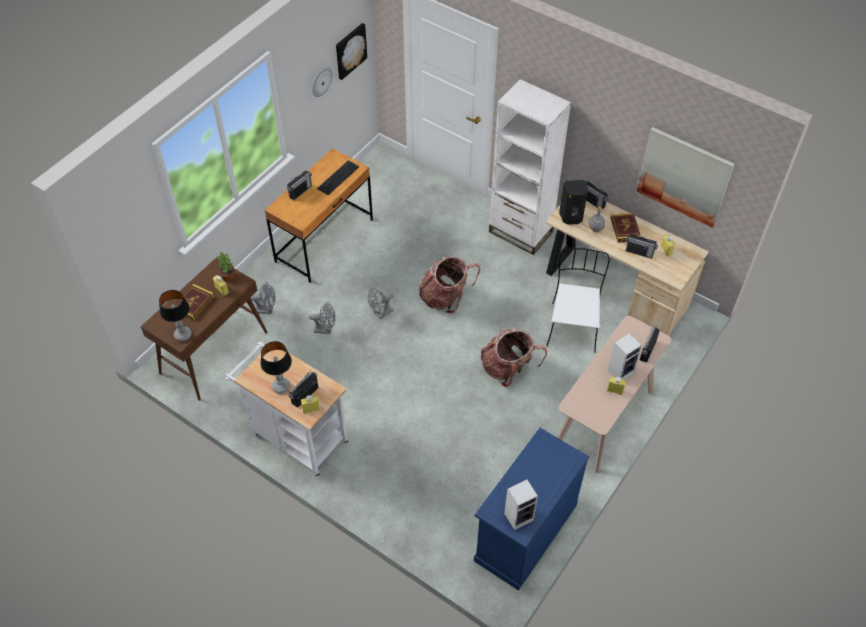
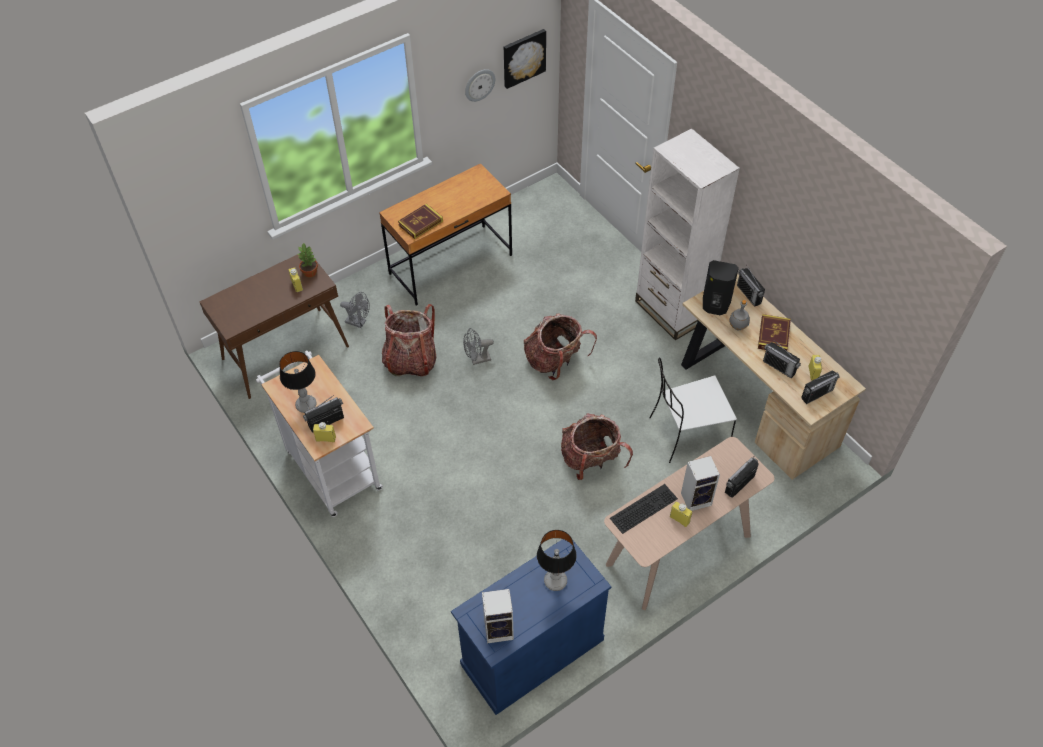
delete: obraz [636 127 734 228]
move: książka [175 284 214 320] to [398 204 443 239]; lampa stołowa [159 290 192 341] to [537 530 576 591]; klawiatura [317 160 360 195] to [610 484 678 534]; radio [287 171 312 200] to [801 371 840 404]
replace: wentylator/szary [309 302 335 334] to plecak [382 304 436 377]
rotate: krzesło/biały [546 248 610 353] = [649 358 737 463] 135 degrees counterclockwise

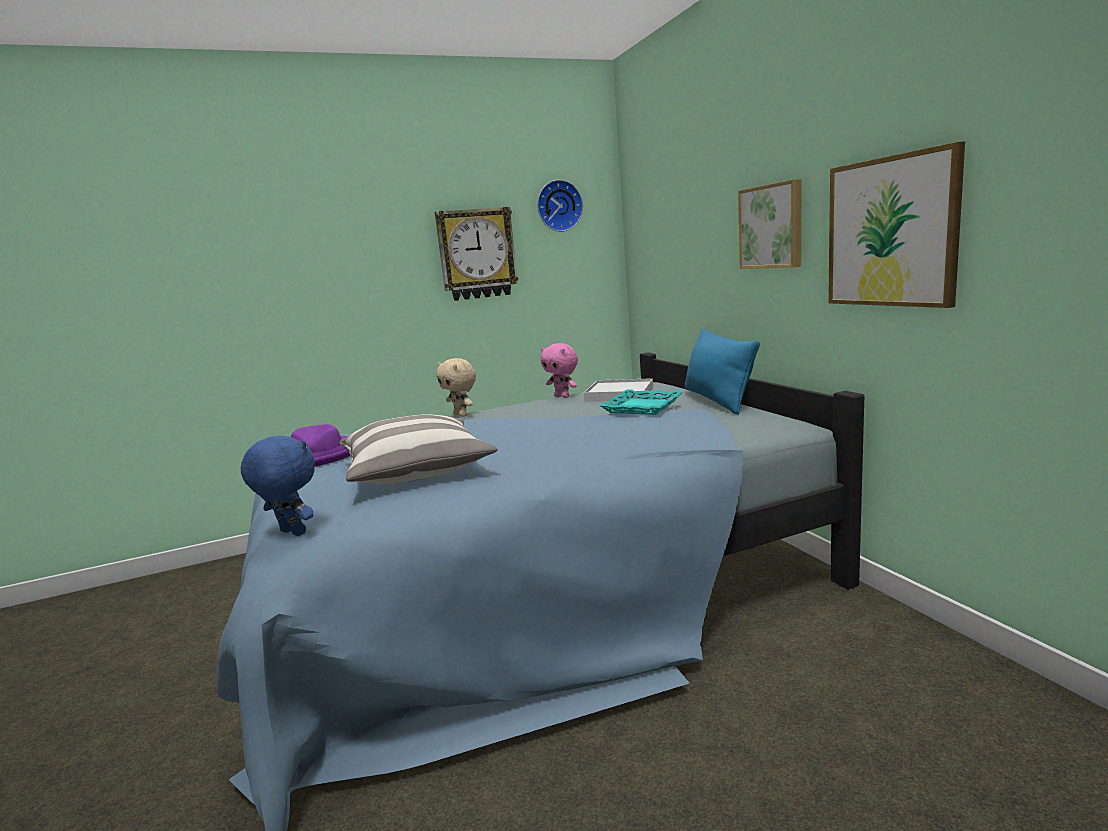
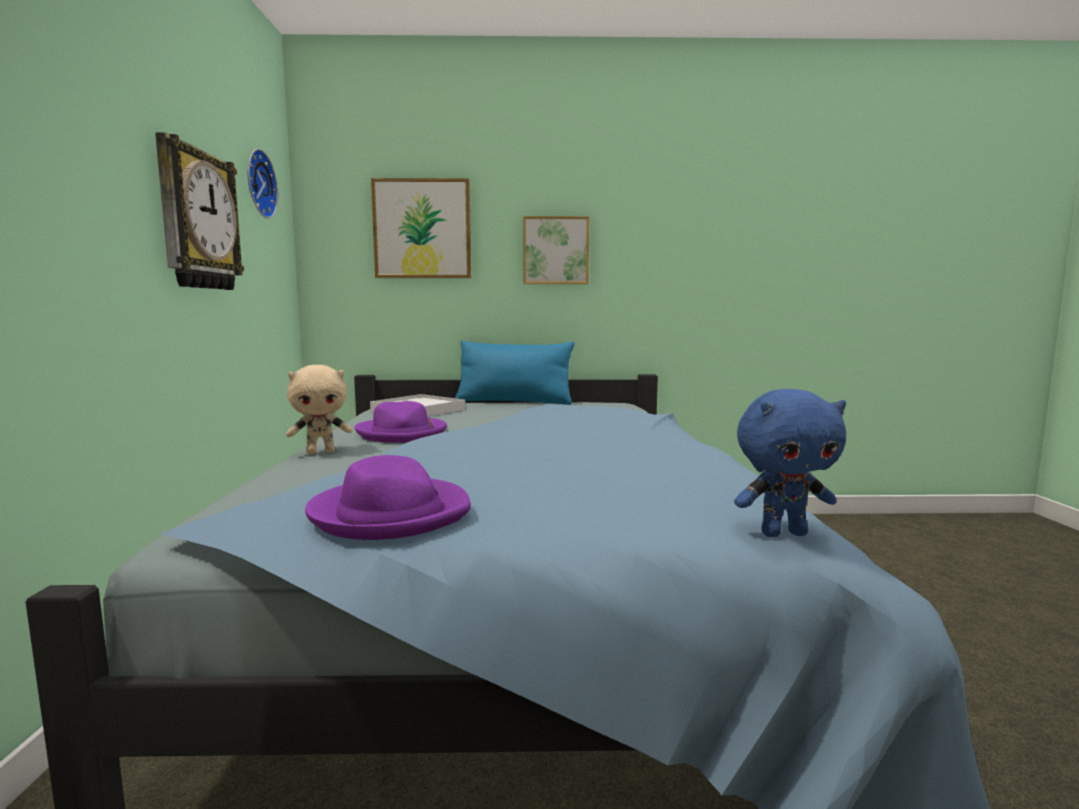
delete: poduszka [339 414 498 484]; pluszak/różowy [541 343 578 398]; taca/turkusowy [600 390 682 415]
insert: kapelusz/fioletowy [354 401 447 443]
move: obraz [828 142 965 308] to [371 178 471 278]
rotate: pluszak/niebieski [241 436 315 536] = [734 389 846 537] 150 degrees counterclockwise

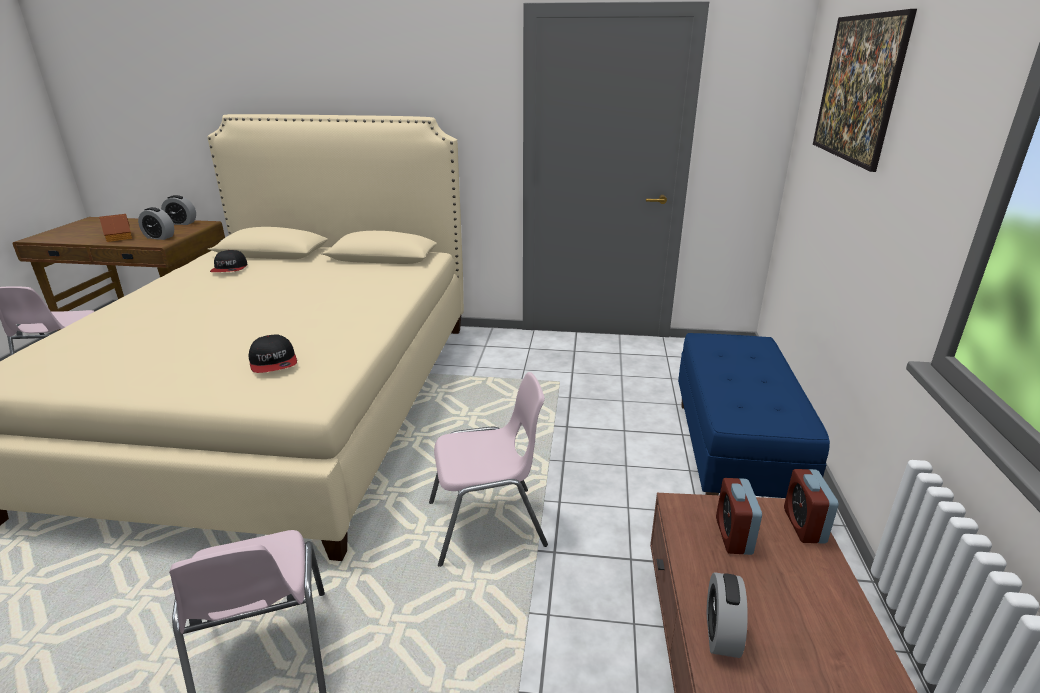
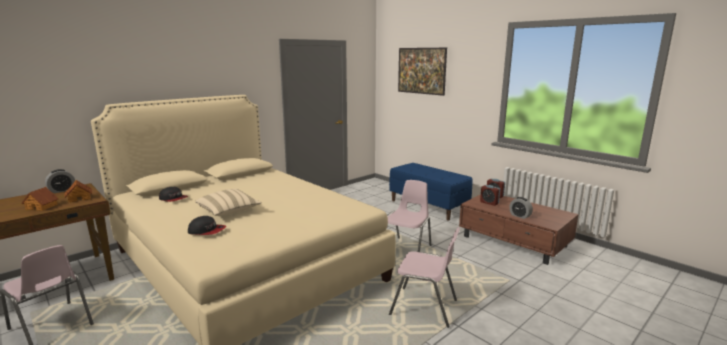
insert: poduszka/beżowy [195 189 262 216]
move: czapka z daszkiem [248 334 297 373] to [188 216 226 235]
replace: budzik [138 207 174 240] to domek [64 180 92 203]

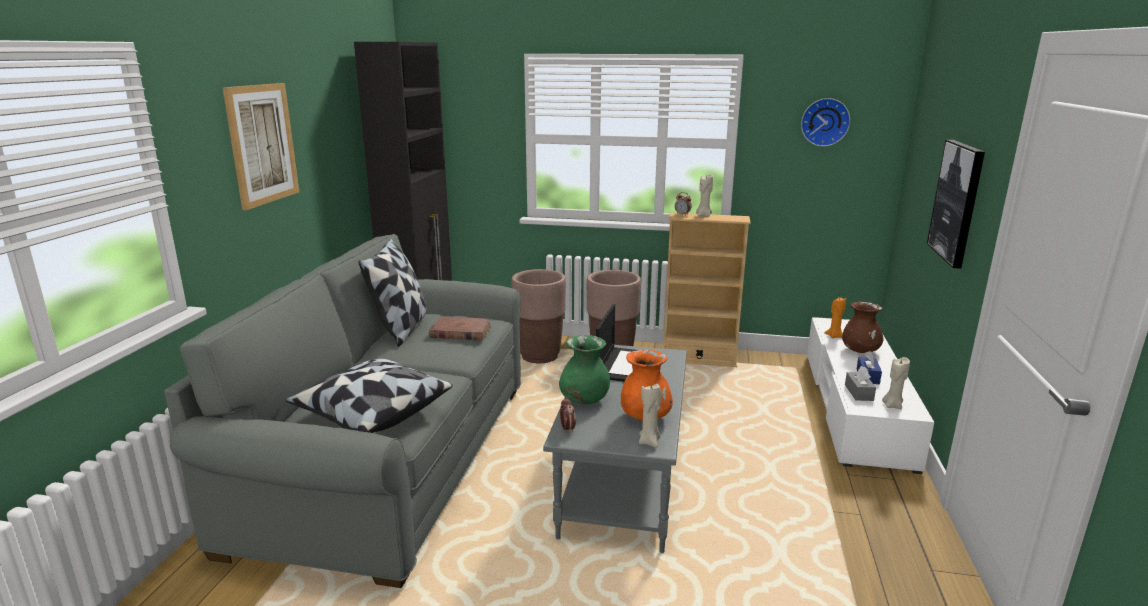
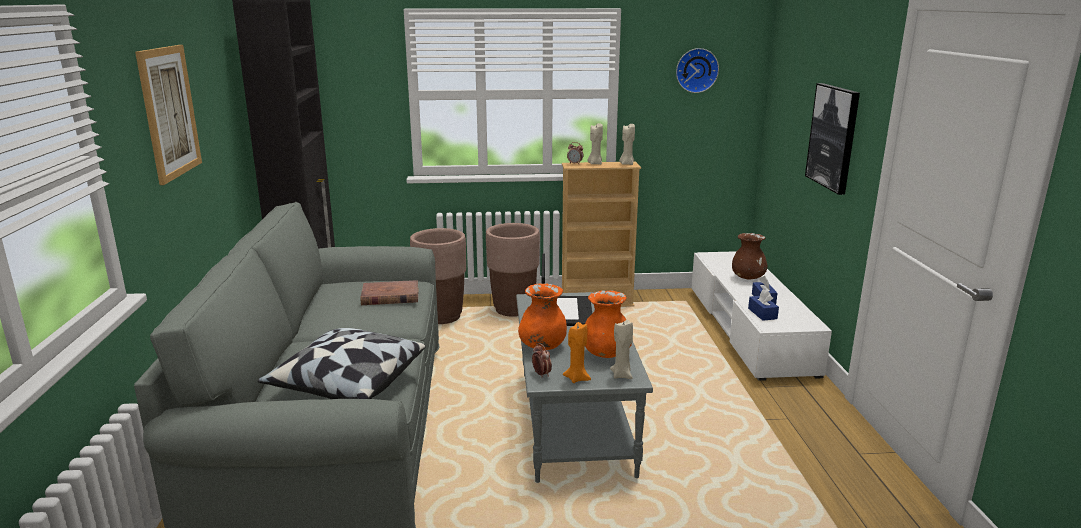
delete: poduszka [358 238 427 347]
move: świeca/pomarańczowy [824 297 846 338] to [563 322 591 383]; świeca/beżowy [882 357 910 409] to [619 124 635 165]
recolor: wazon/zielony [559 335 610 404] to wazon/pomarańczowy [518 283 567 350]; pudełko chusteczek/szary [845 366 876 401] to pudełko chusteczek/niebieski [748 290 779 321]

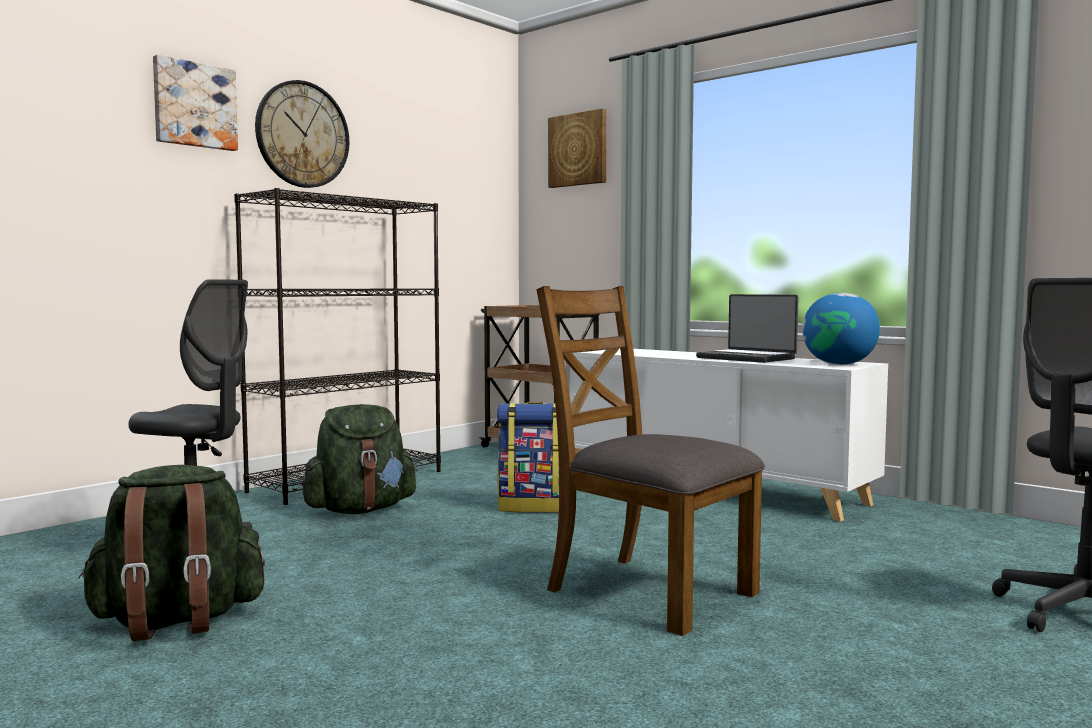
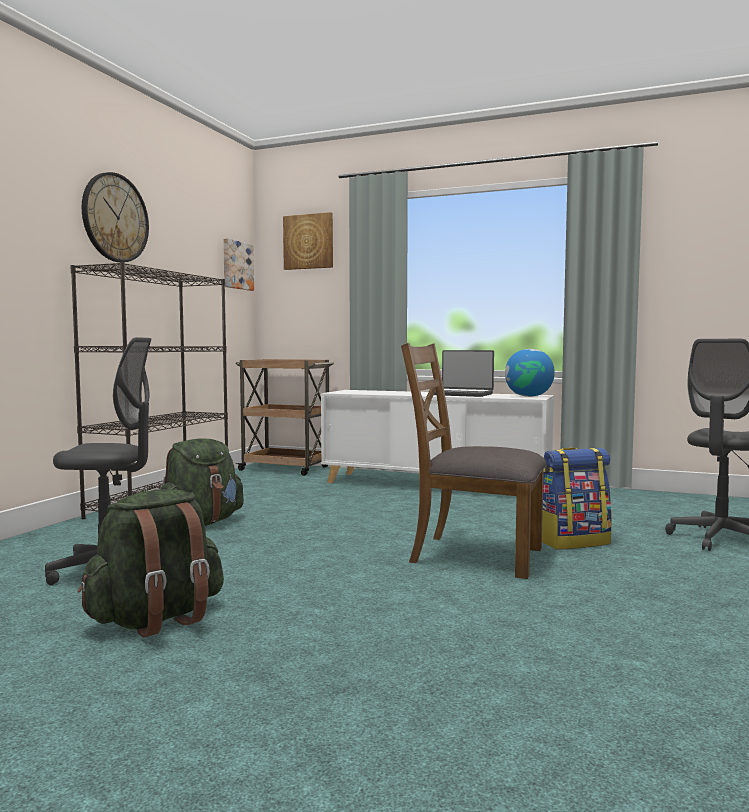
move: obraz [153 55 238 151] to [223 238 254 291]; plecak [497 402 559 513] to [542 447 612 550]

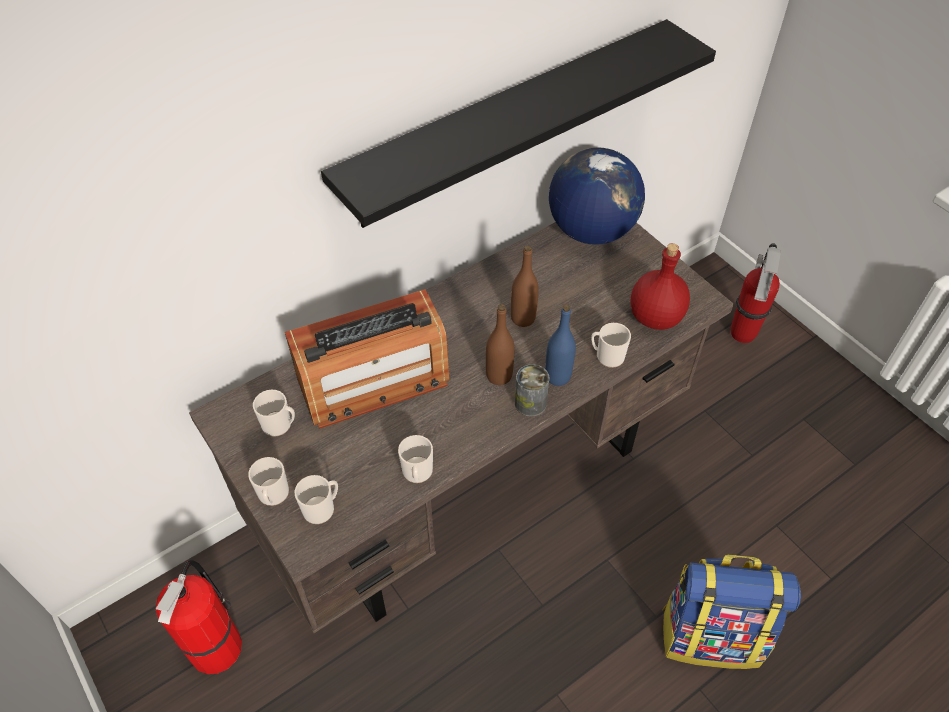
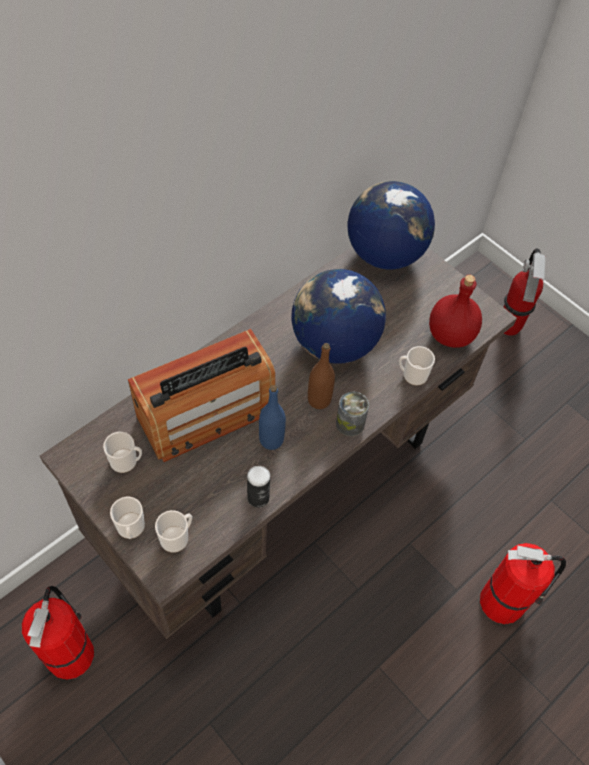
delete: półka/czarny [321 19 716 228]
move: butelka/niebieski [545 305 576 386] to [259 385 286 450]
replace: kubek [398 435 433 483] to puszka [247 466 270 508]; butelka/brązowy [511 245 539 327] to globus [291 269 386 364]; plecak [662 555 801 669] to gaśnica [480 543 566 624]

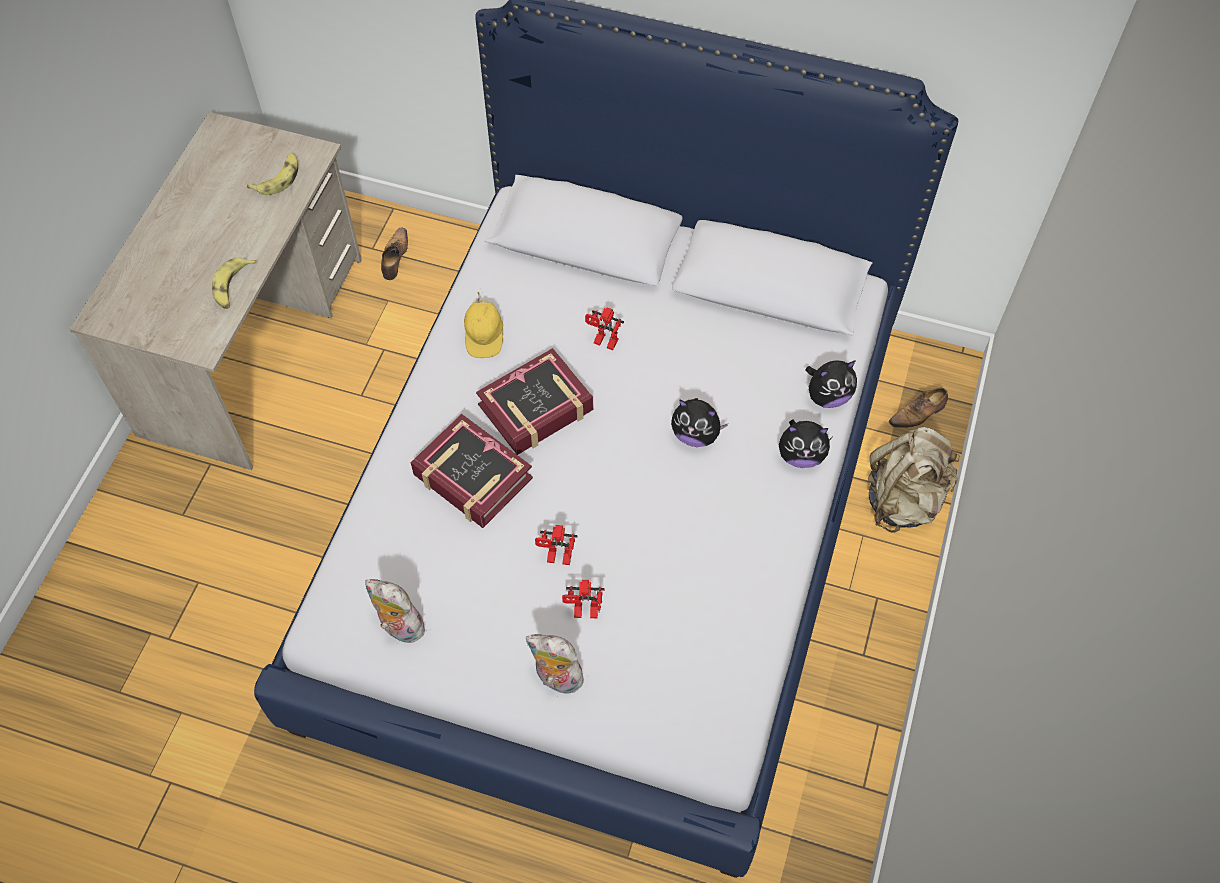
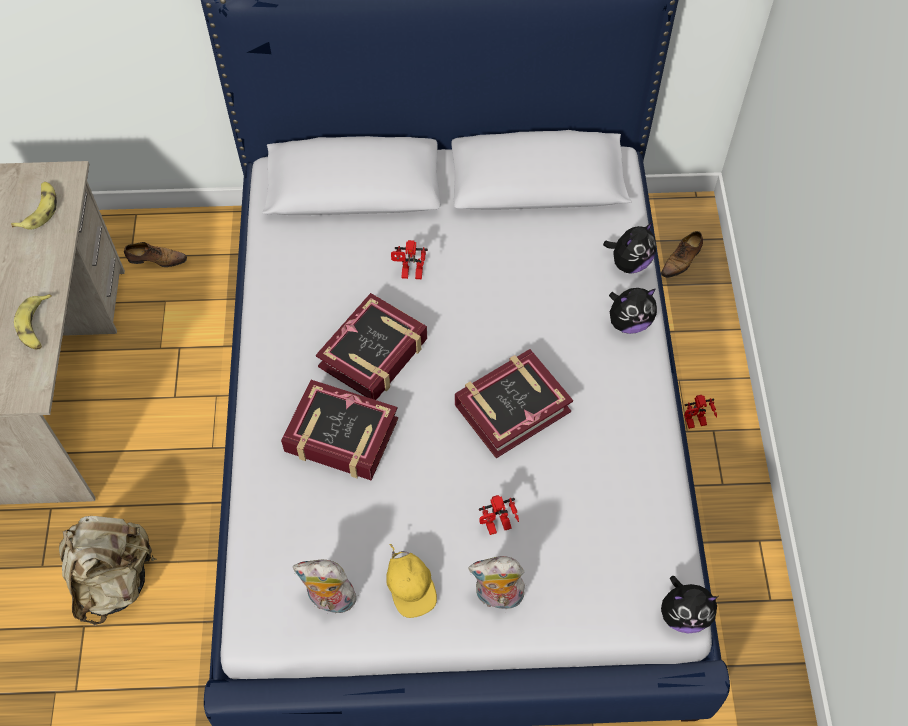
insert: książka [455 349 573 458]
move: plecak/beżowy [868 427 960 533] to [59 516 156 625]; czapka z daszkiem/żółty [464 292 503 358] to [386 544 437 618]; pluszak [671 398 728 447] to [661 576 718 634]; robot zabawkowy [535 525 578 565] to [684 395 717 429]
rotate: but [381 228 408 280] = [124 242 187 267] 105 degrees clockwise

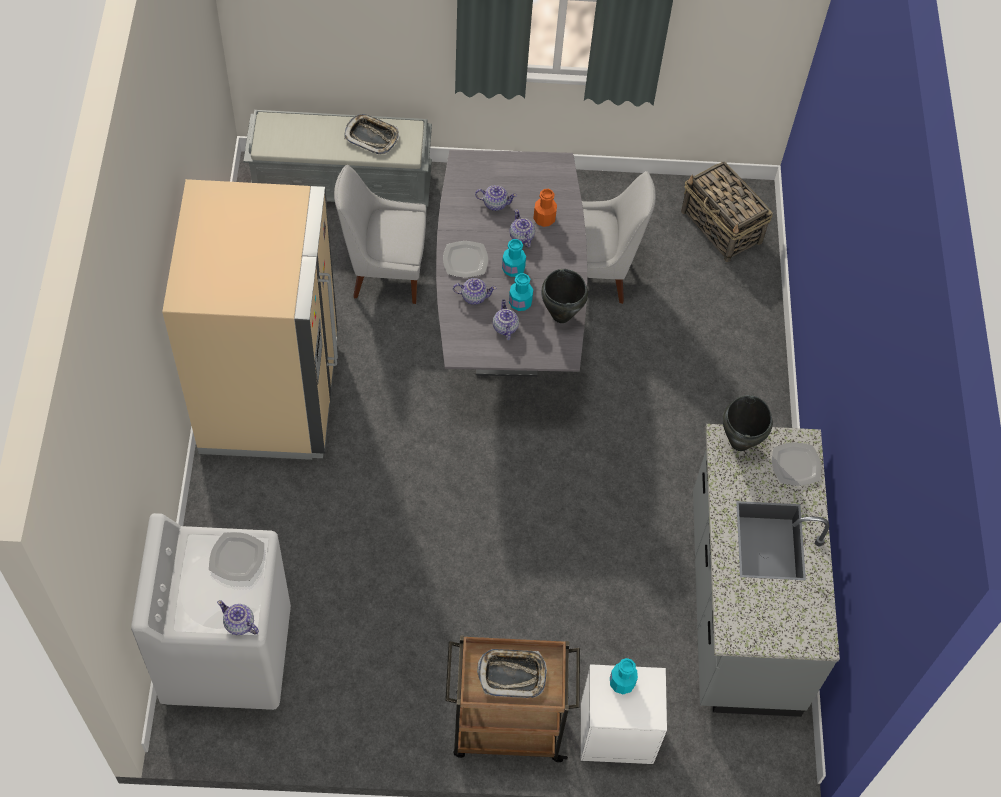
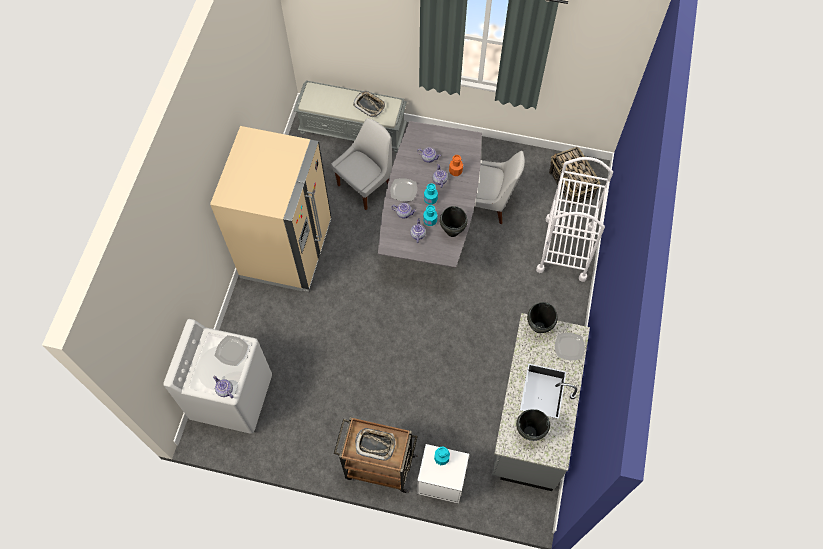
insert: garnek/czarny [516 409 550 441]; wózek/biały [536 157 613 282]
rotate: krzesło/biały [334 165 426 304] = [332 118 392 210] 120 degrees clockwise

